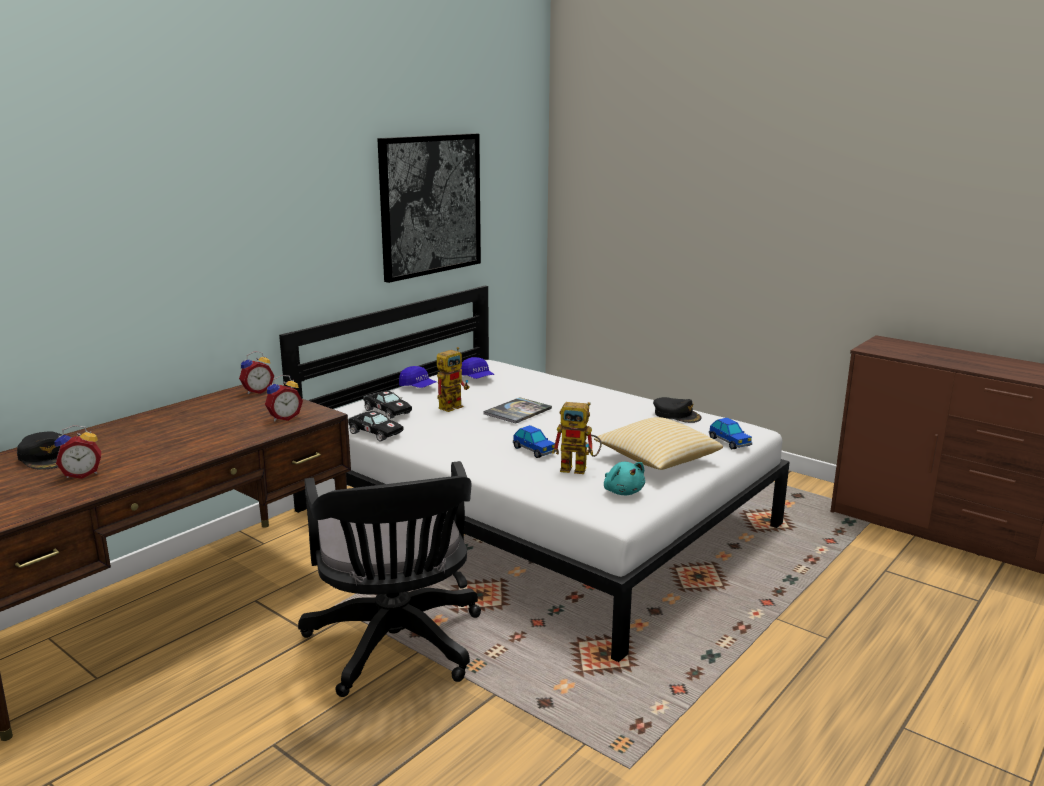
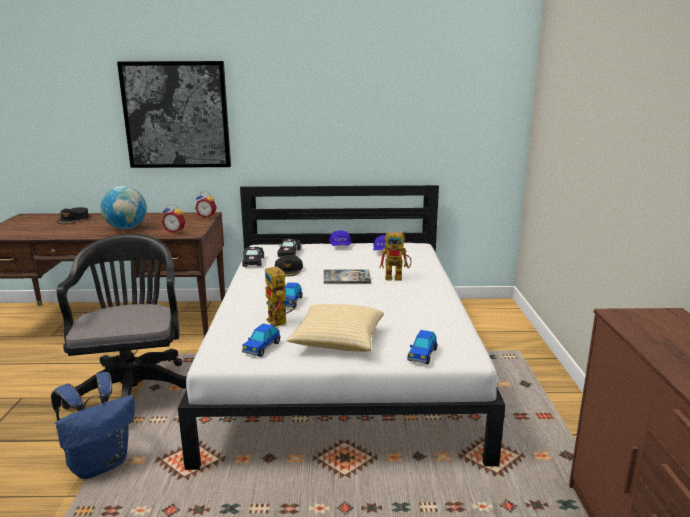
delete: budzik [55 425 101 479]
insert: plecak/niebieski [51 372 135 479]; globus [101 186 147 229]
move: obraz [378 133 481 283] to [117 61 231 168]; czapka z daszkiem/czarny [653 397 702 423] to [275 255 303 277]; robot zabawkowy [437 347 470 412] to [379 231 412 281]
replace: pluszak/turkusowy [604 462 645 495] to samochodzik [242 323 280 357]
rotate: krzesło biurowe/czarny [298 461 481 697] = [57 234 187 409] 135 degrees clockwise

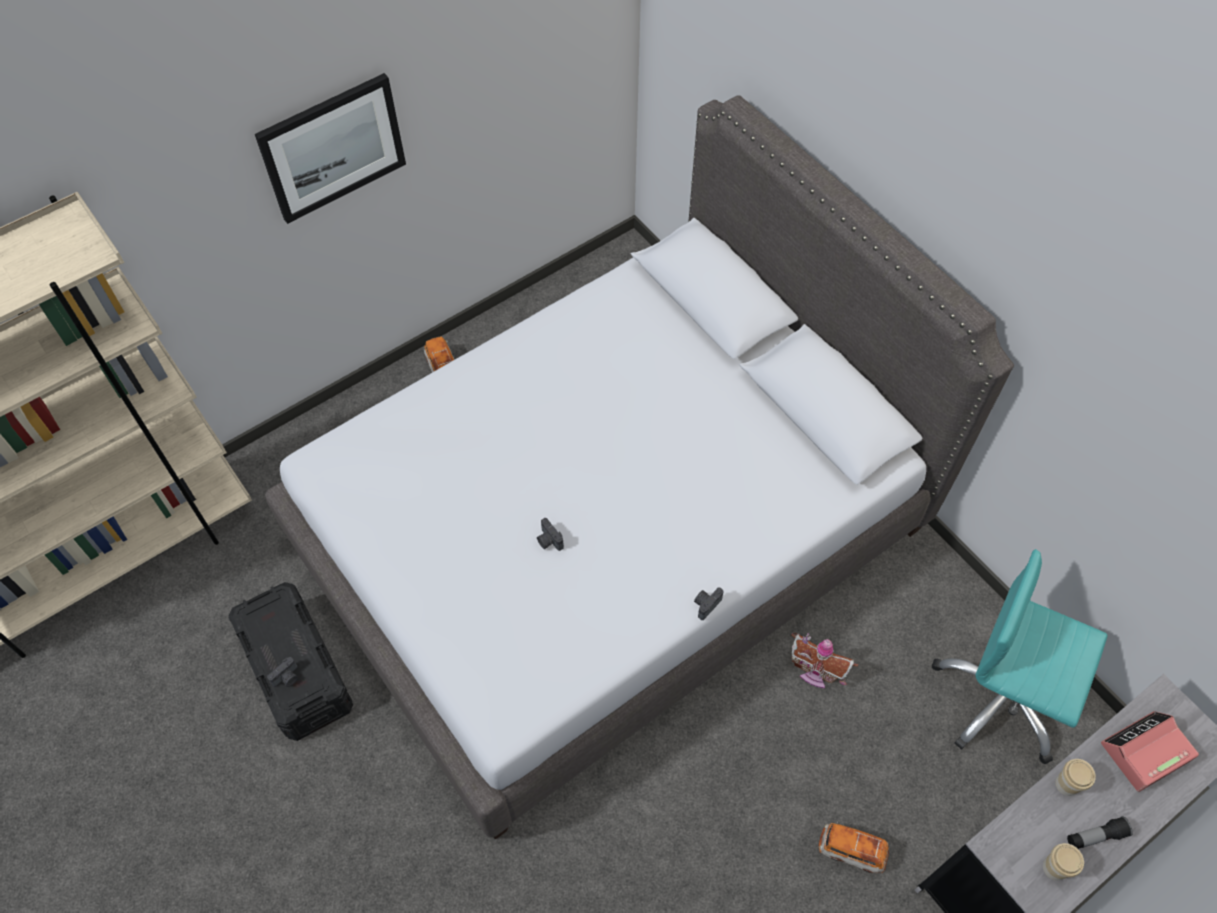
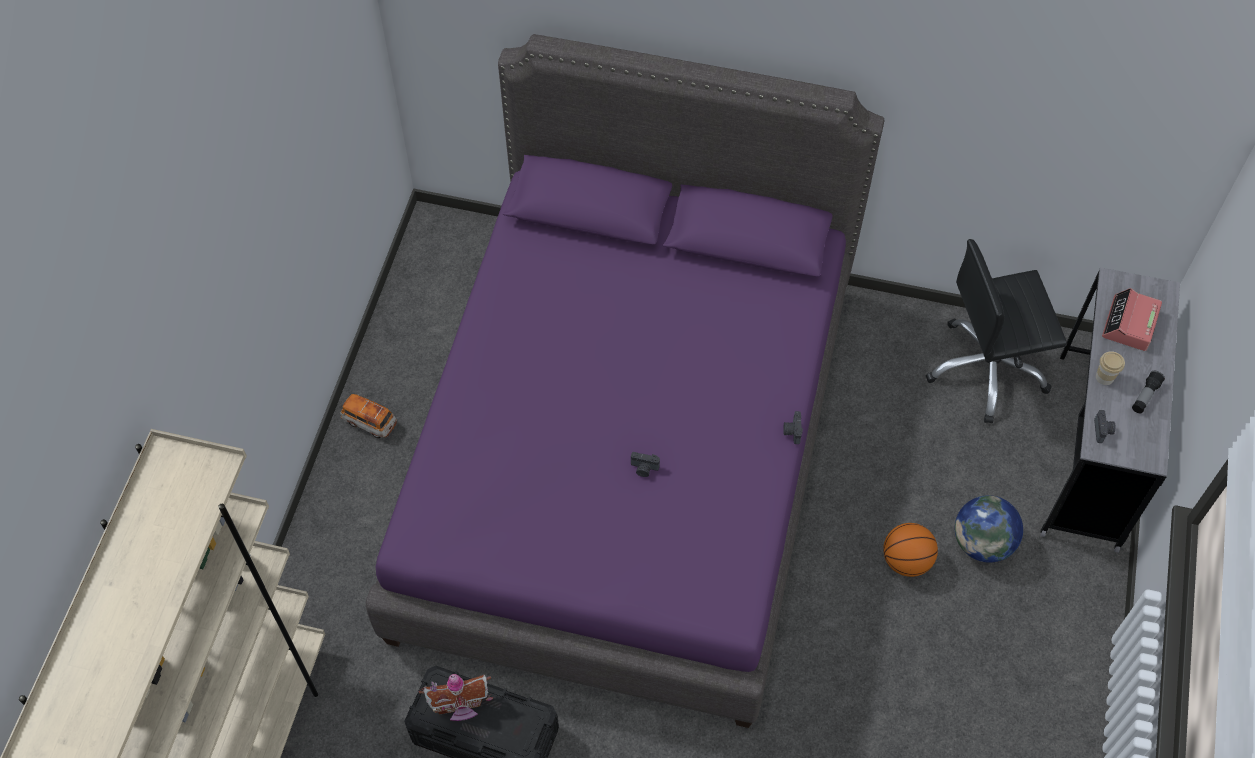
delete: obraz [255 73 406 224]; filiżanka [1043 843 1084 880]
insert: piłka do koszykówki [883 523 938 577]
move: domek [791 633 858 688] to [419 674 493 721]; aparat fotograficzny [267 657 298 687] to [1094 410 1115 443]
replace: samochodzik [818 822 889 874] to globus [955 495 1023 563]
recolor: łóżko/szary [265 95 1014 839] to łóżko/fioletowy [366 34 885 728]; krzesło biurowe/turkusowy [932 549 1108 764] to krzesło biurowe/czarny [926 239 1067 423]

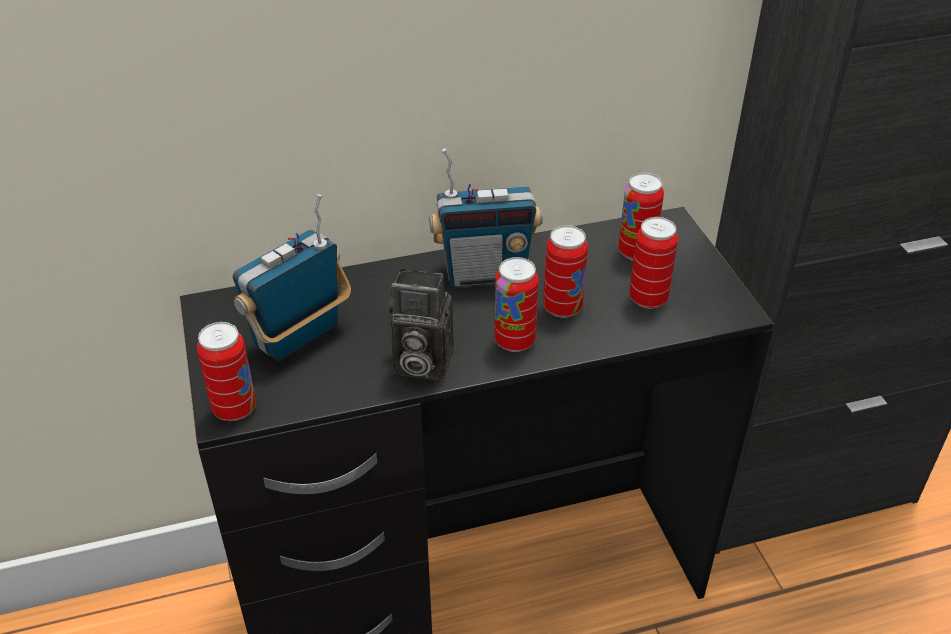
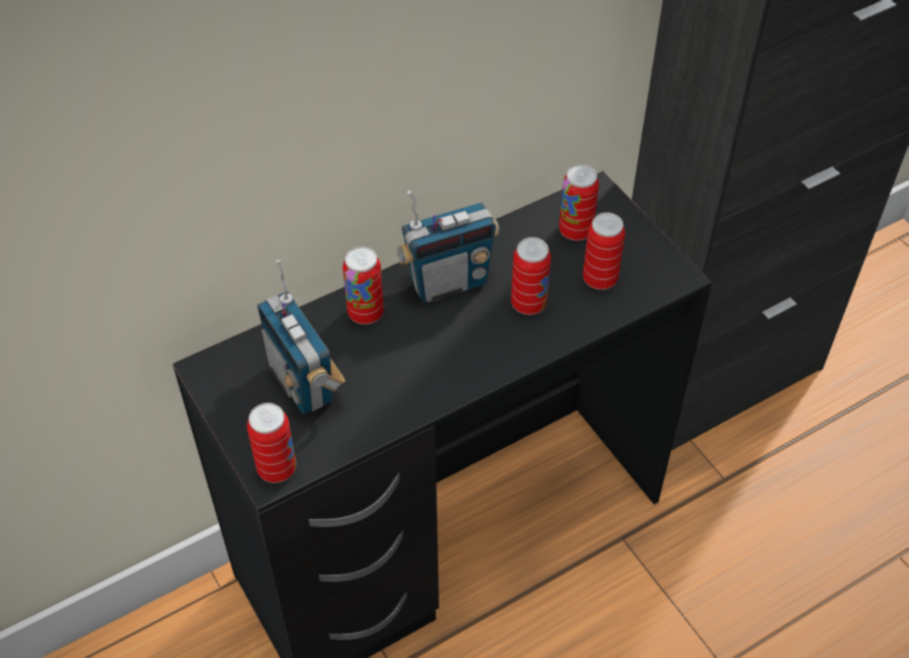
delete: aparat fotograficzny [389 268 454 381]
move: puszka [494 257 539 352] to [343 247 384 325]
rotate: radio [233 194 351 361] = [257 260 345 415] 60 degrees counterclockwise

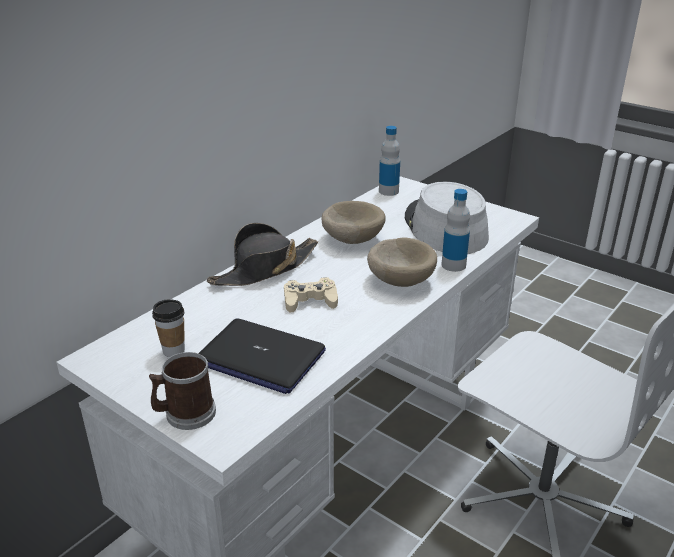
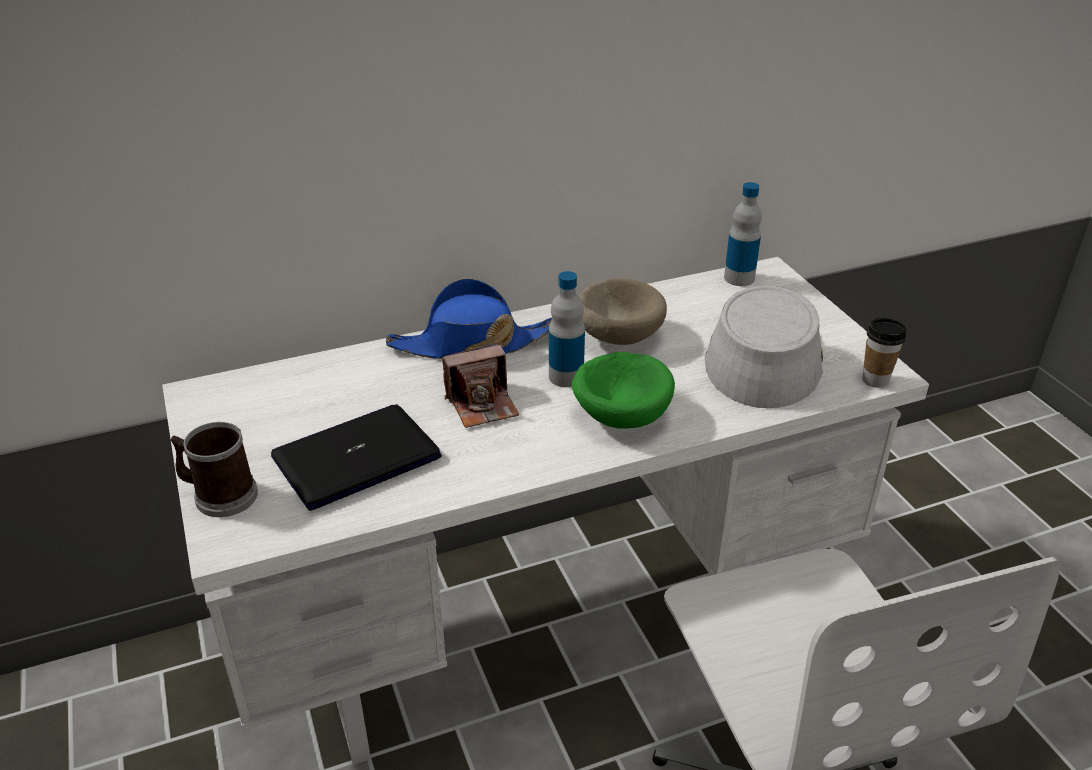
move: butelka [442 189 470 272] to [549 271 585 387]; filiżanka [152 299 185 357] to [862 318 906 388]
replace: pad do gier/beżowy [284 277 338 312] to aparat fotograficzny [442 342 519 428]
recolor: kapelusz/czarny [207 223 318 286] to kapelusz/niebieski [386 278 552 359]; miska/beżowy [367 238 437 287] to miska/zielony [572 352 675 429]
rotate: laptop [198 318 326 394] = [271 404 442 511] 90 degrees clockwise

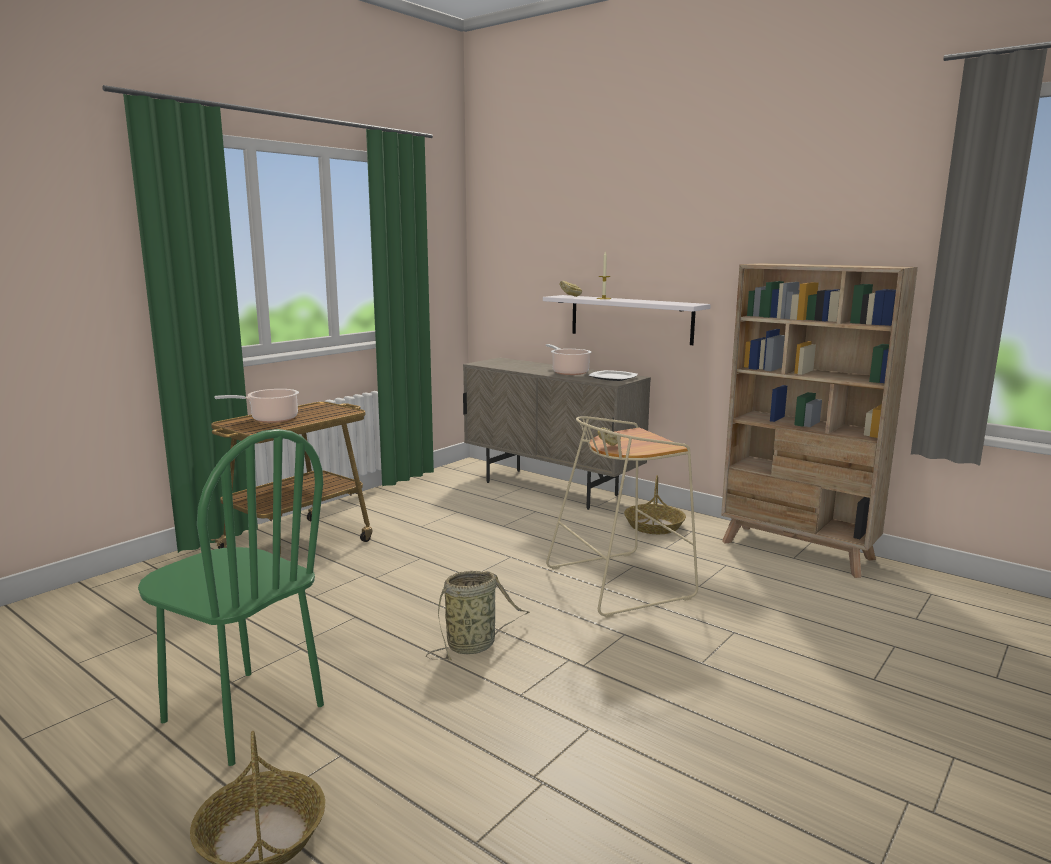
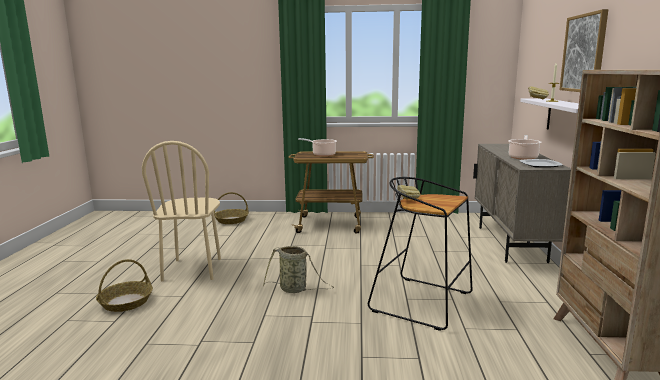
insert: obraz [559 9 609 92]
move: koszyk [624 475 686 534] to [214 192 249 224]
recolor: krzesło/zielony [138 429 324 766] to krzesło/beżowy [142 141 221 281]; stołek/beżowy [546 416 698 618] to stołek/czarny [368 177 472 331]

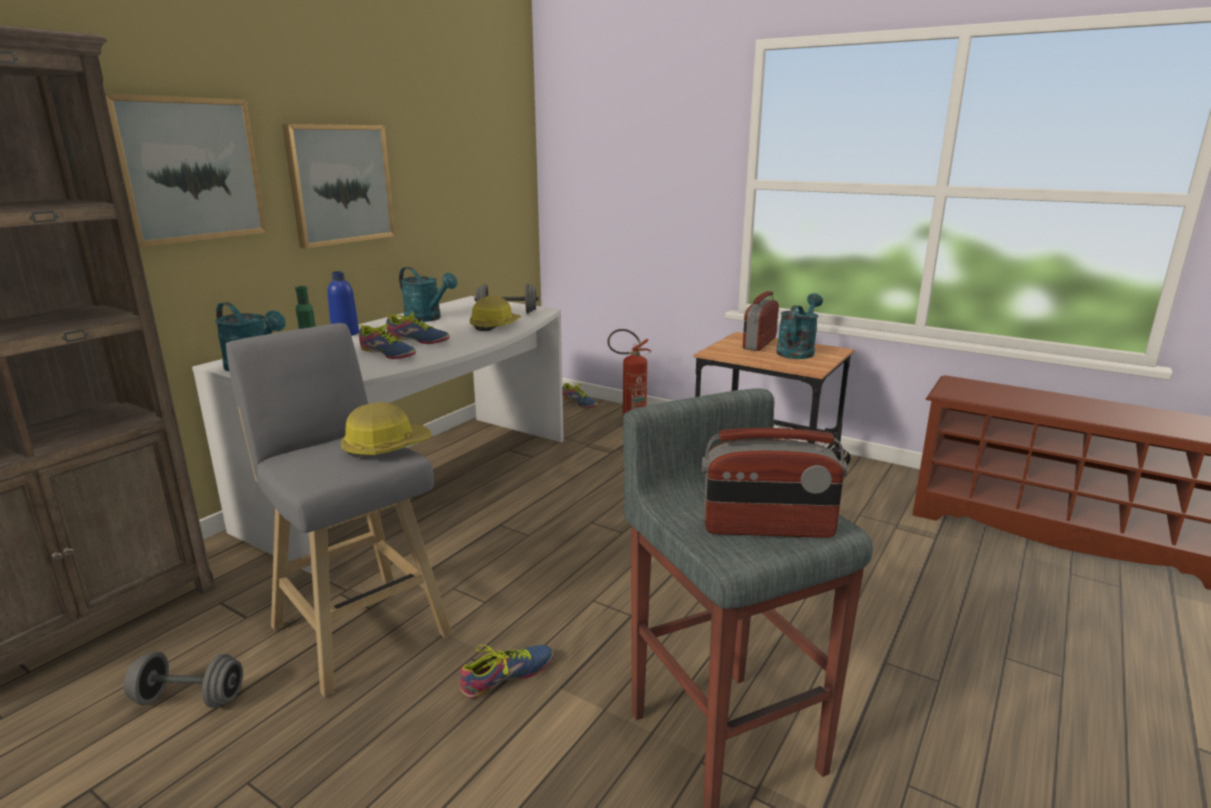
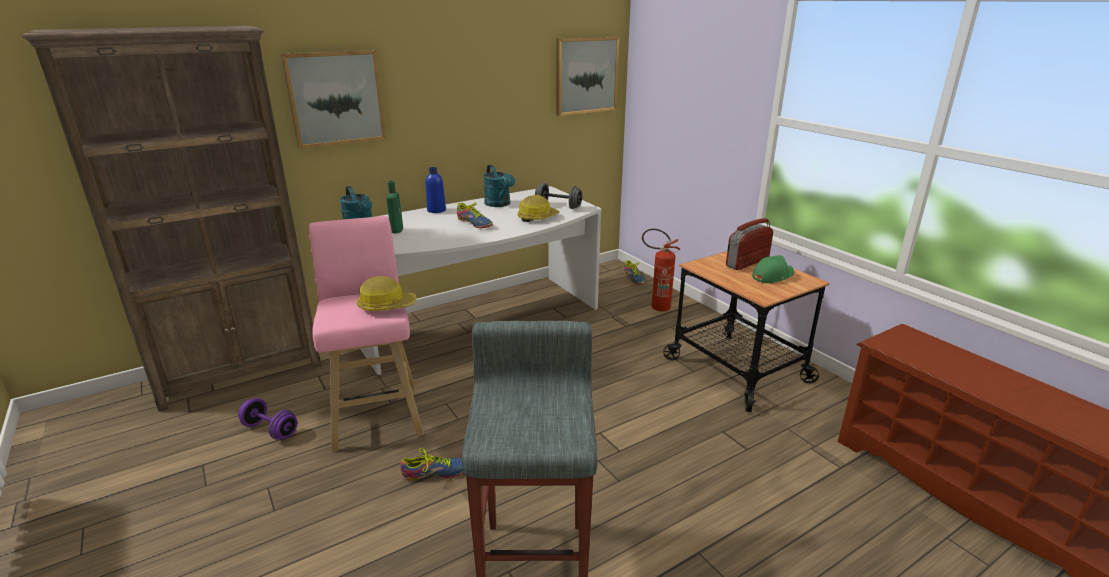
delete: but [358 324 416 359]; radio [702 428 847 538]
move: obraz [282 124 395 249] to [556 36 619 116]
replace: konewka/turkusowy [776 293 823 359] to czapka z daszkiem/zielony [752 255 794 283]
recolor: hantel/szary [124 652 243 708] to hantel/fioletowy [238 398 297 440]; stołek/szary [226 323 452 697] to stołek/różowy [309 216 424 452]

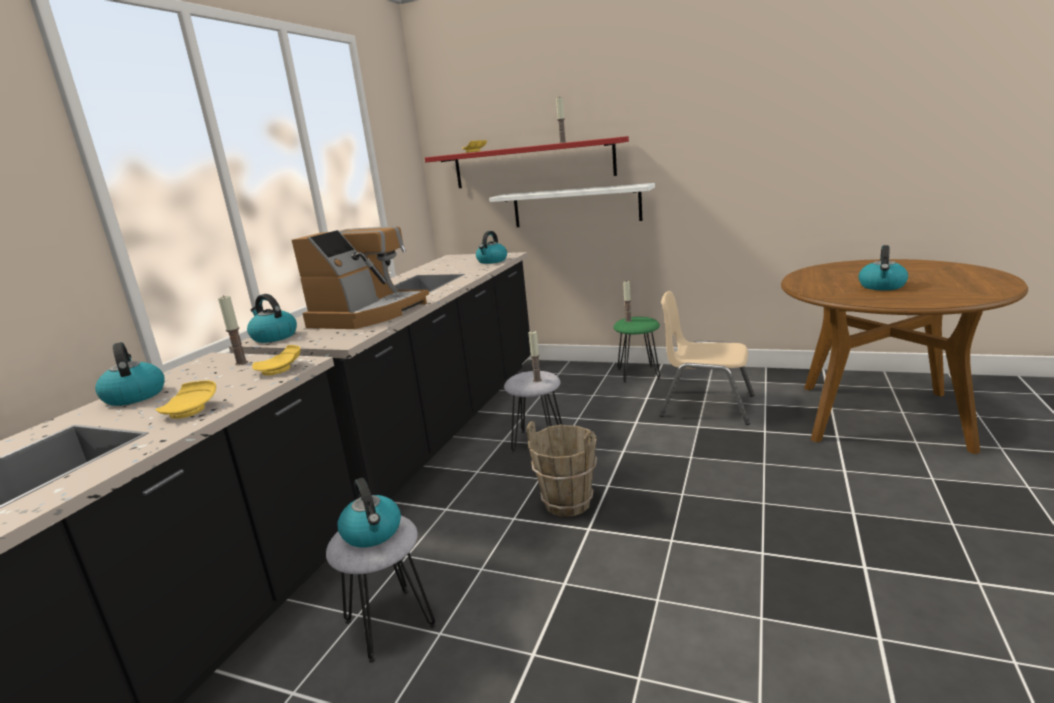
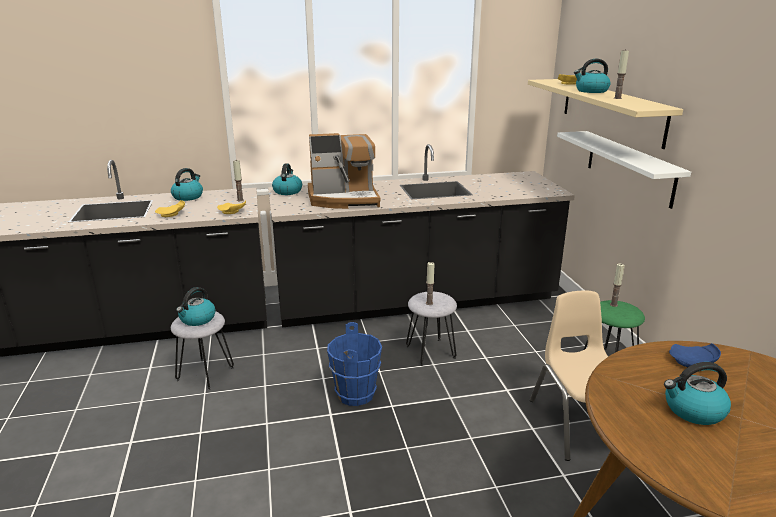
insert: talerz/niebieski [669 343 721 367]
move: czajnik [476 231 507 264] to [574 59 610 93]
recolor: wiadro/brązowy [527 421 597 517] to wiadro/niebieski [327 322 382 406]; półka/czerwony [425 136 629 188] to półka/beżowy [528 79 683 149]

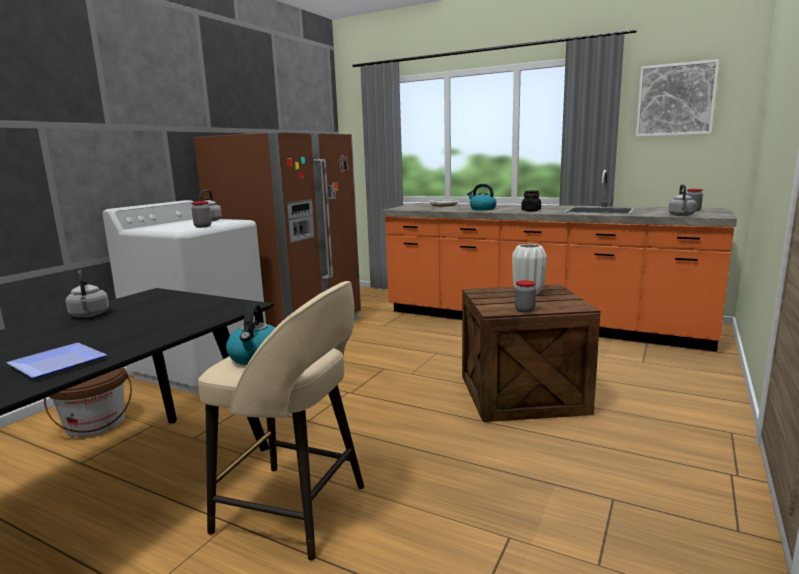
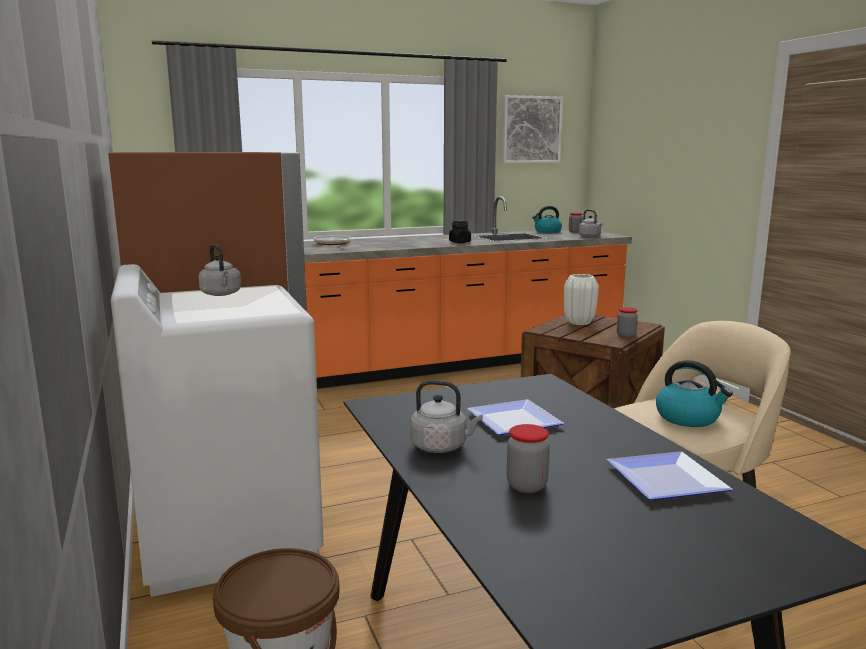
insert: talerz [467 399 564 435]
move: słoik [192 201 211 228] to [507 424 550 493]; czajnik [467 184 496 210] to [532 206 562 233]

